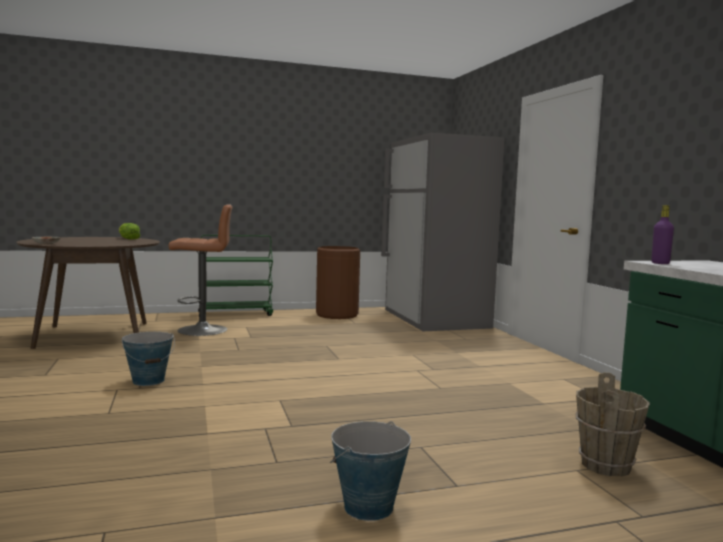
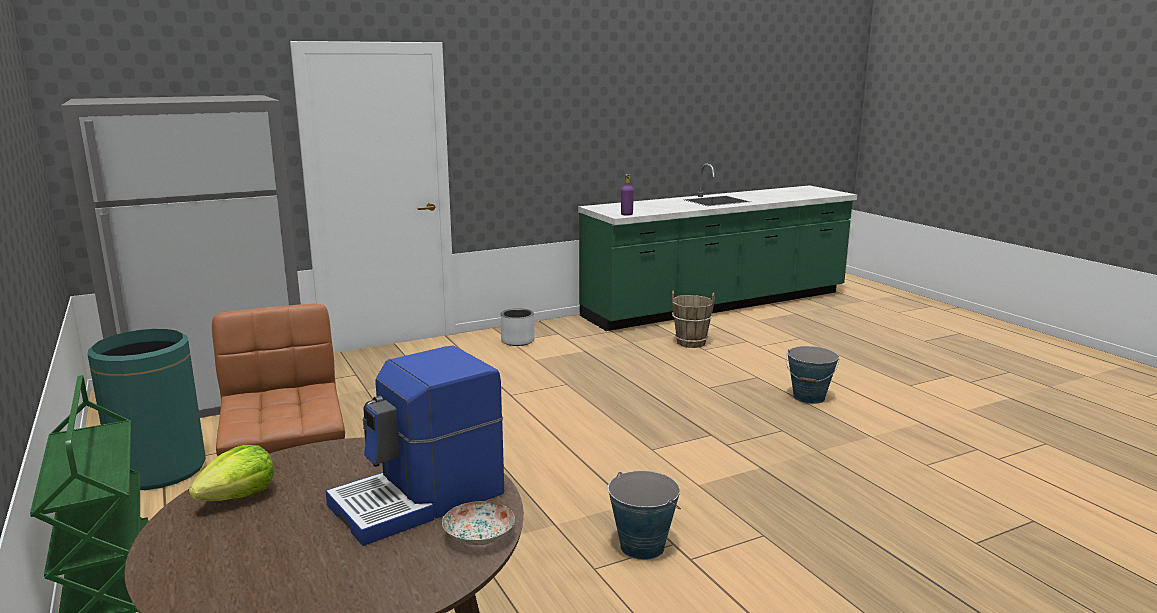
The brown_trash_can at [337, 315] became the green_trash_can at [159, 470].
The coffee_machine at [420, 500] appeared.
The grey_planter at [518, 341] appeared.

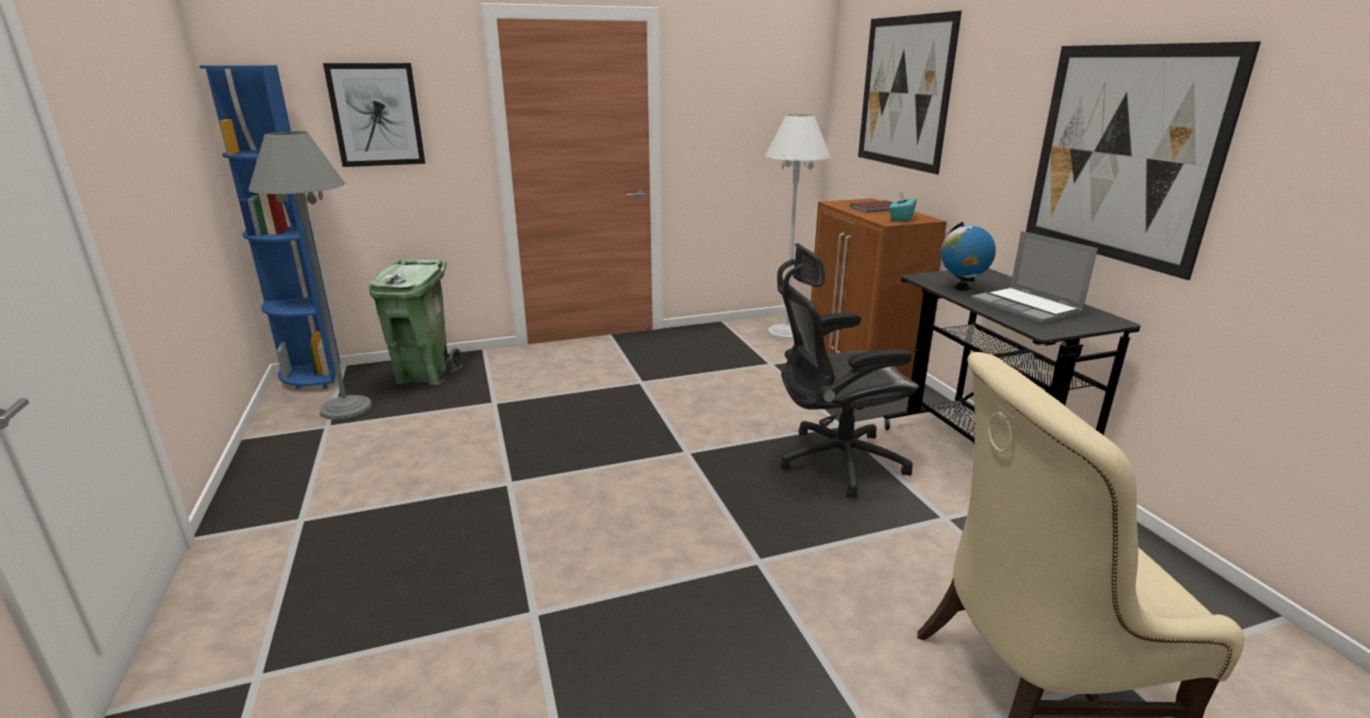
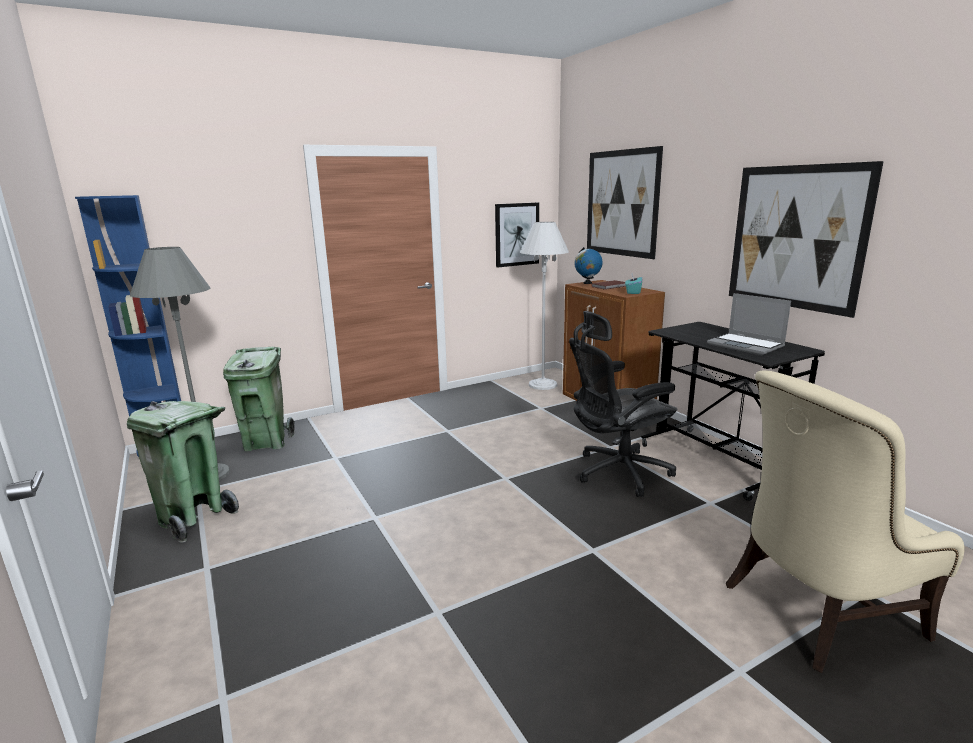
The picture moved from [376, 115] to [516, 234].
The globe moved from [961, 288] to [587, 283].
The green_trash_can at [194, 518] appeared.

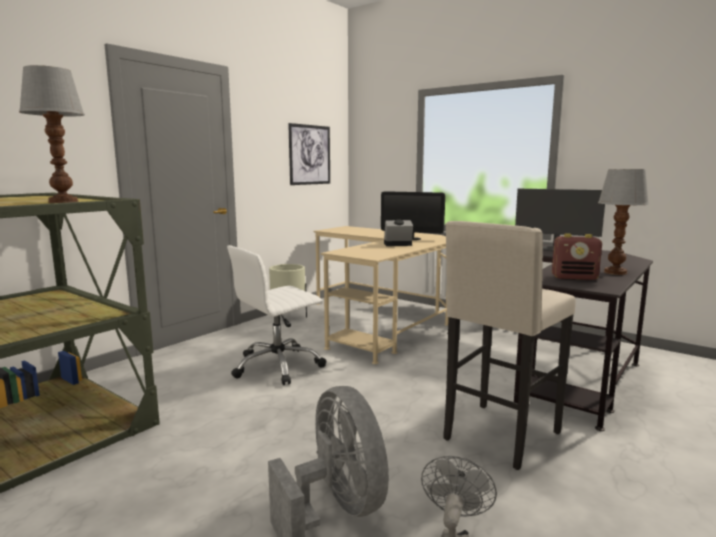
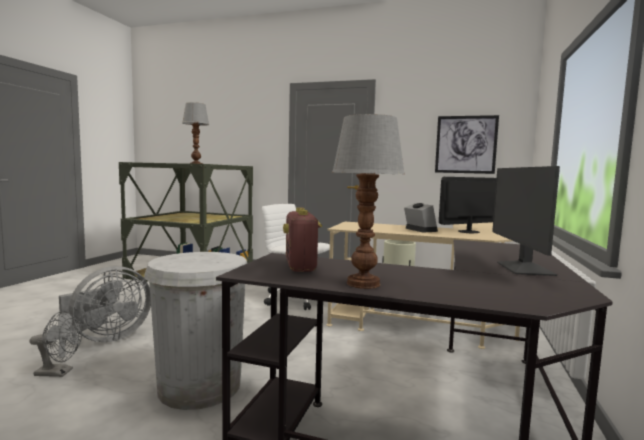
The monitor at [412, 238] turned 60 degrees clockwise.
The beige_stool at [499, 436] was replaced by the white_trash_can at [199, 386].

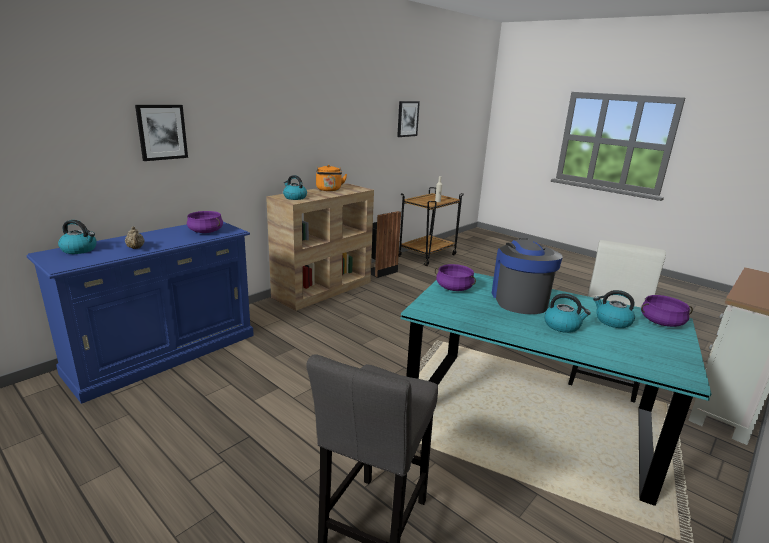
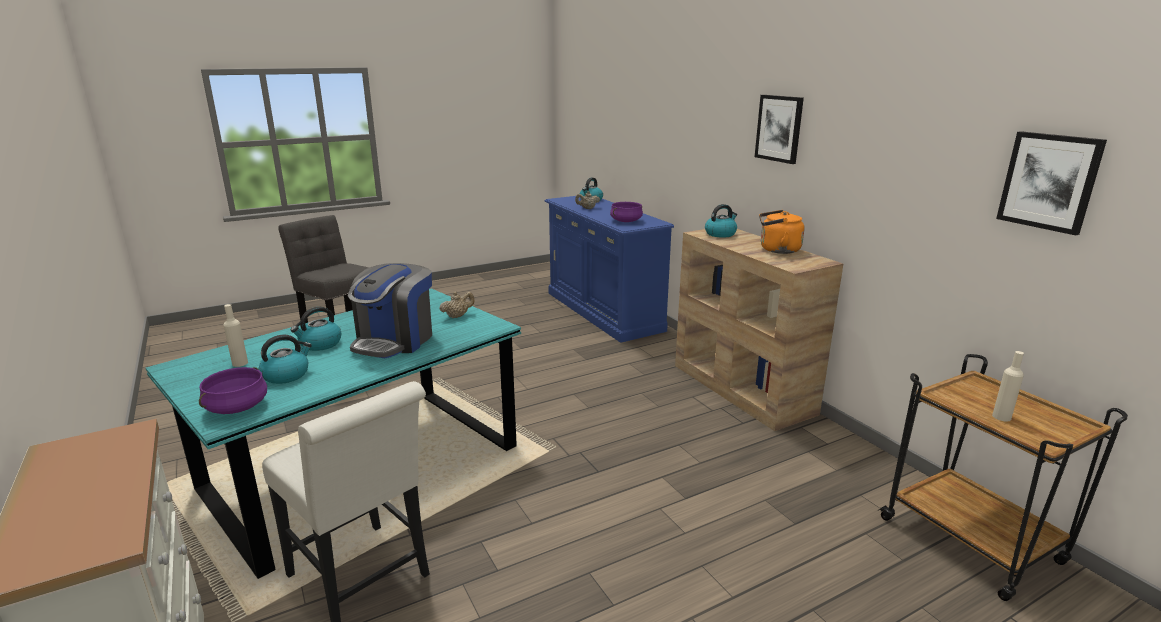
The picture moved from [162, 132] to [779, 128].
The black_trash_can at [378, 270] disappeared.
The purple_cooking_pot at [454, 288] was replaced by the beige_teapot at [457, 316].
The coffee_machine at [519, 300] turned 90 degrees clockwise.
The beige_bottle at [240, 363] appeared.

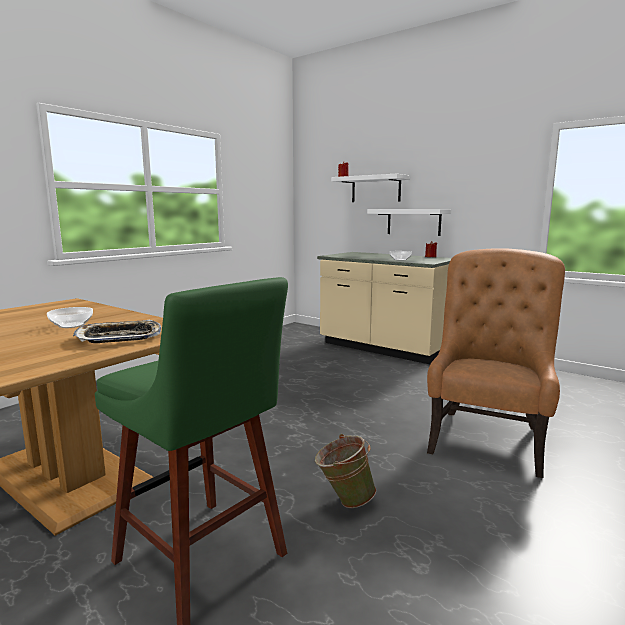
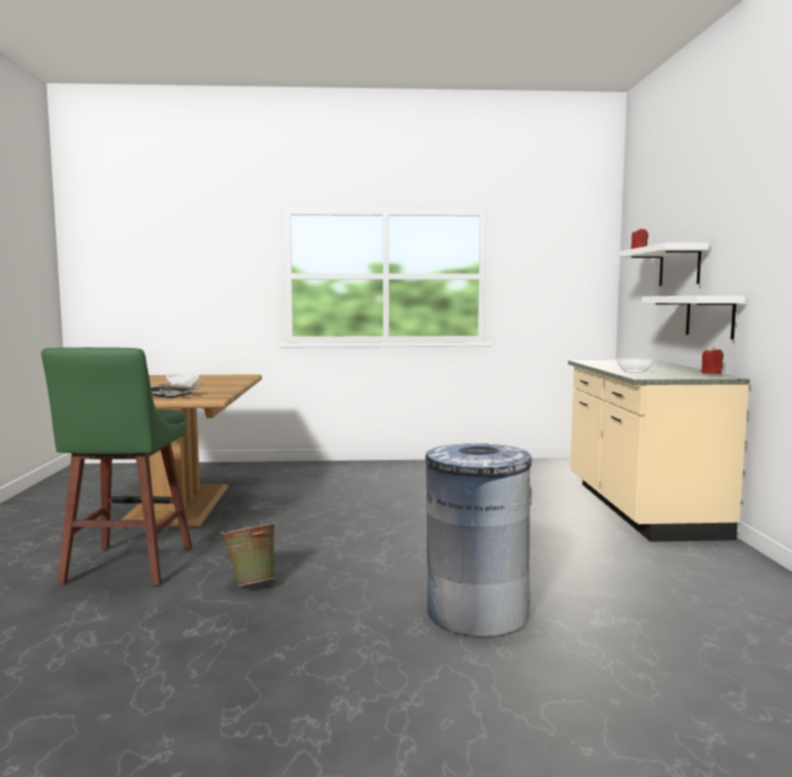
The brown_chair at [487, 440] was replaced by the grey_trash_can at [476, 613].

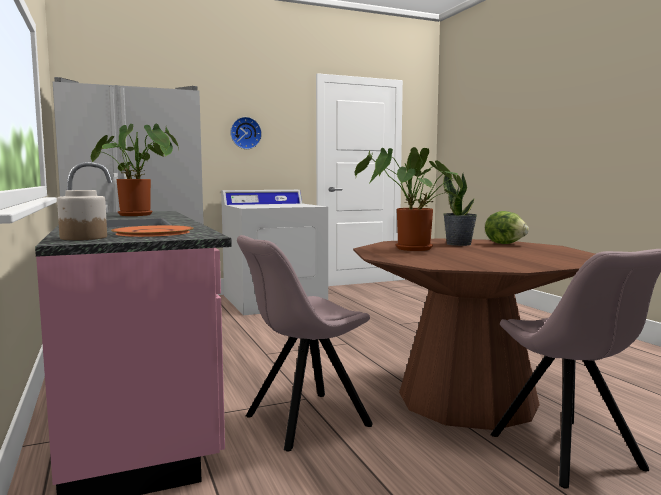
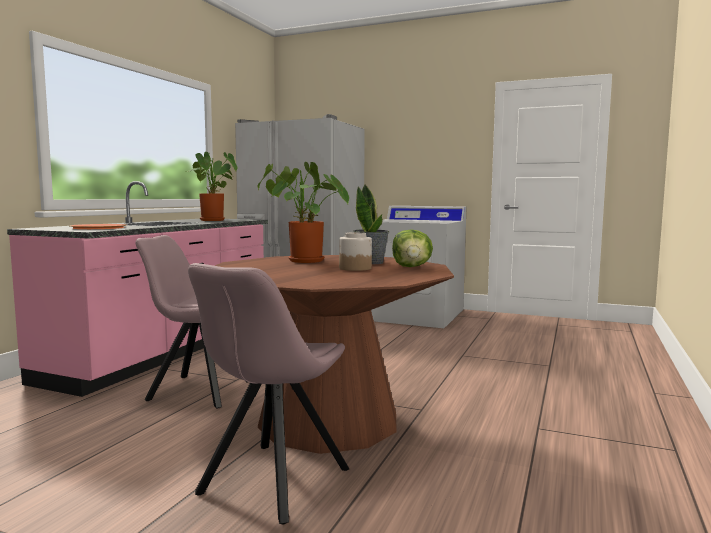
The jar moved from [83, 238] to [355, 268].
The wall_clock at [245, 133] disappeared.

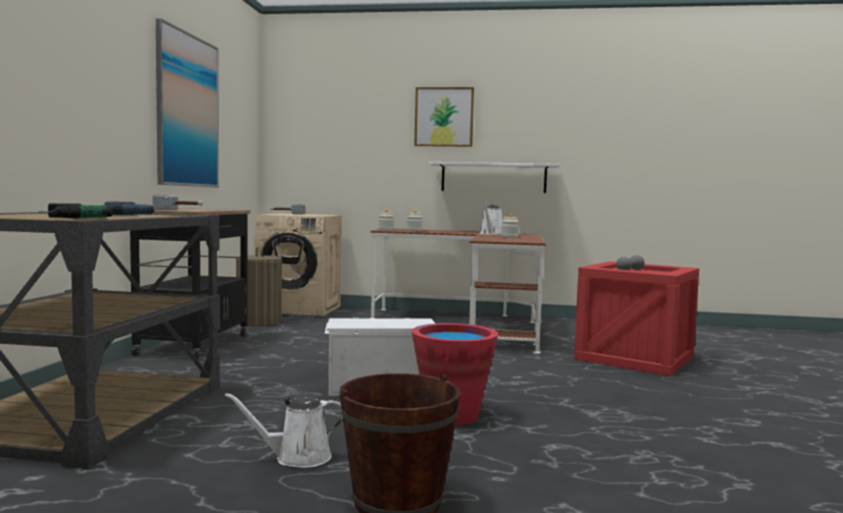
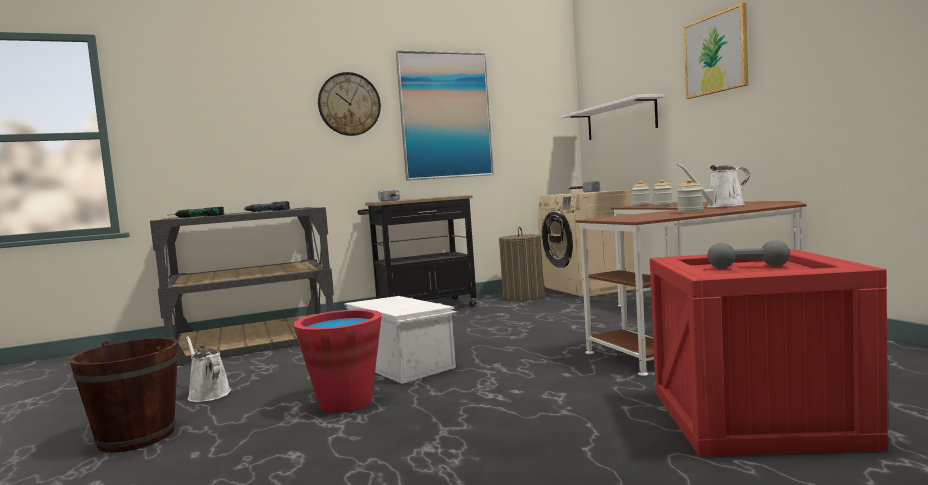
The white_shelf moved from [493, 178] to [620, 120].
The wall_clock at [349, 104] appeared.

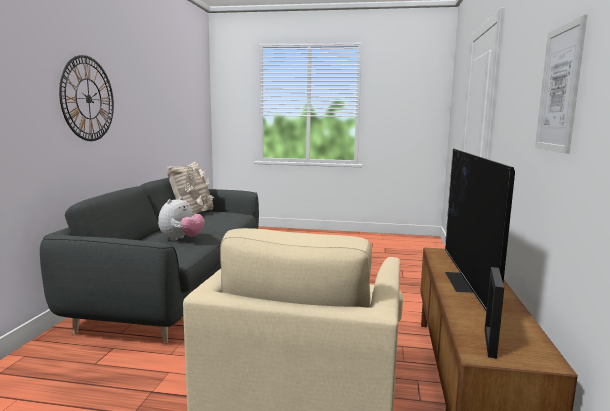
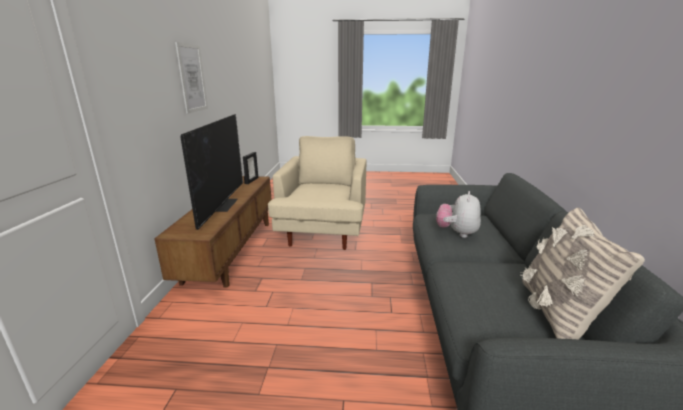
The wall_clock at [88, 99] disappeared.

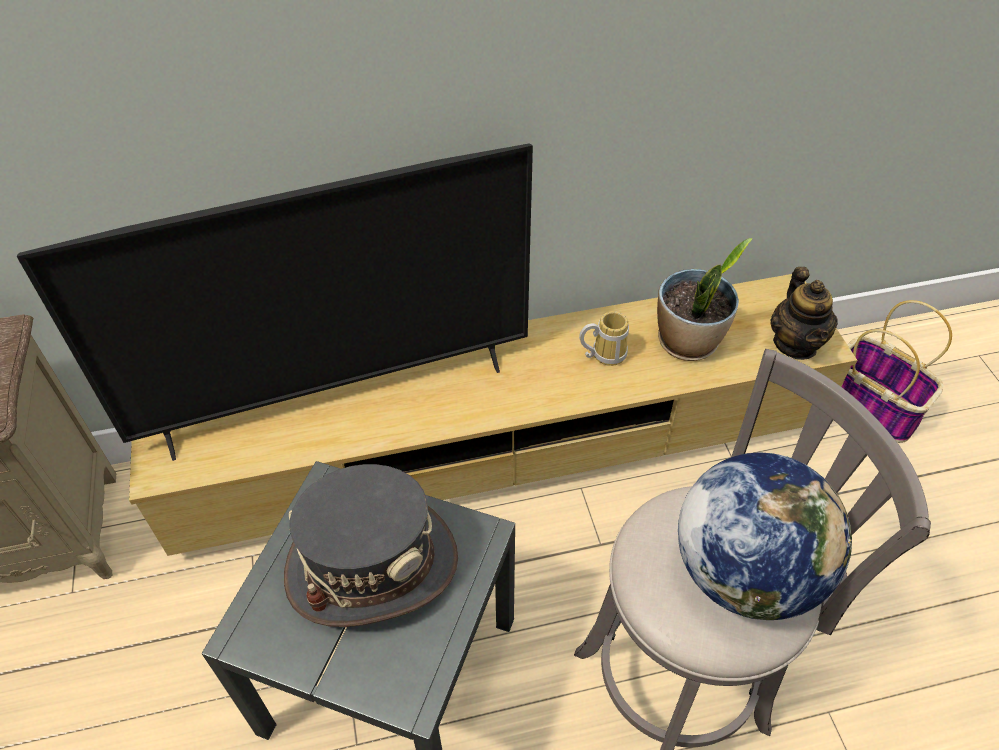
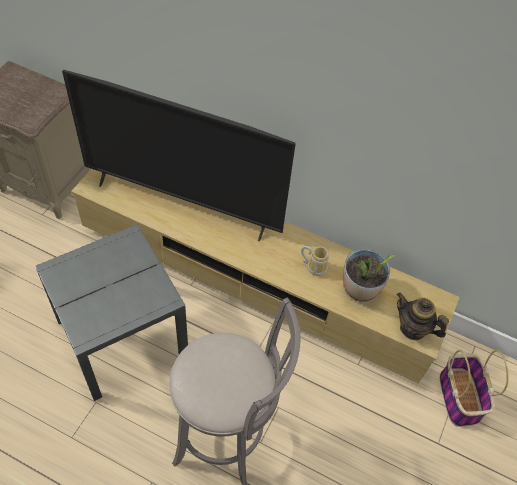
The grey_hat at [372, 565] disappeared.
The globe at [745, 572] disappeared.
The teapot at [795, 343] turned 90 degrees clockwise.

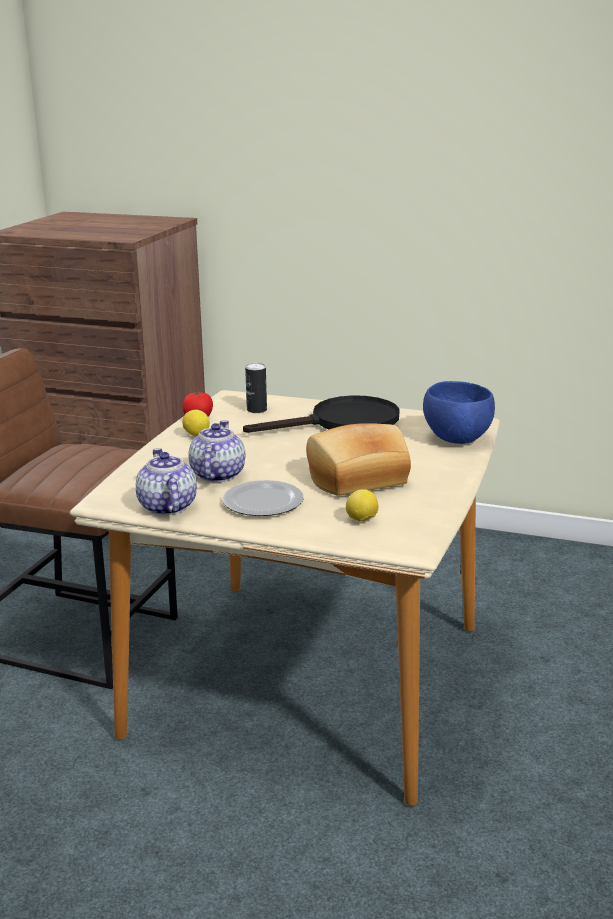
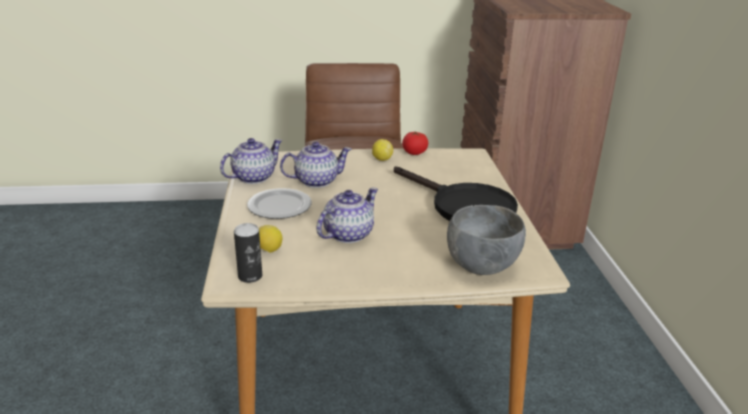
The can moved from [256, 410] to [250, 276].
The bread at [358, 479] was replaced by the teapot at [347, 234].
The blue_bowl at [456, 439] became the grey_bowl at [481, 266].

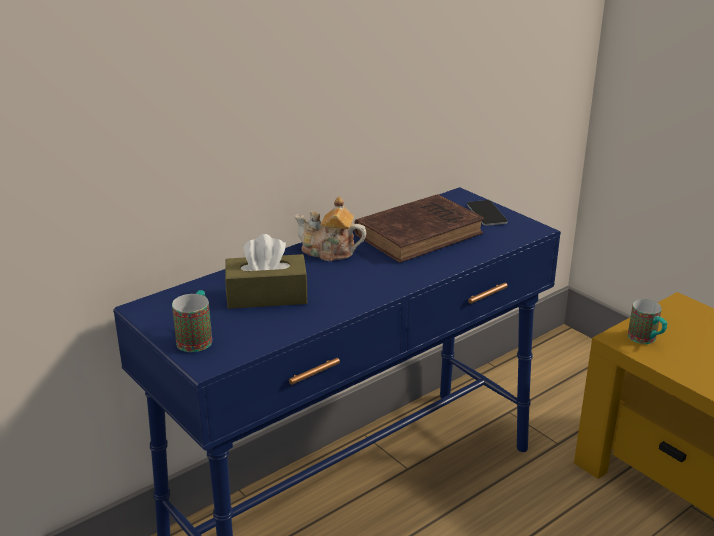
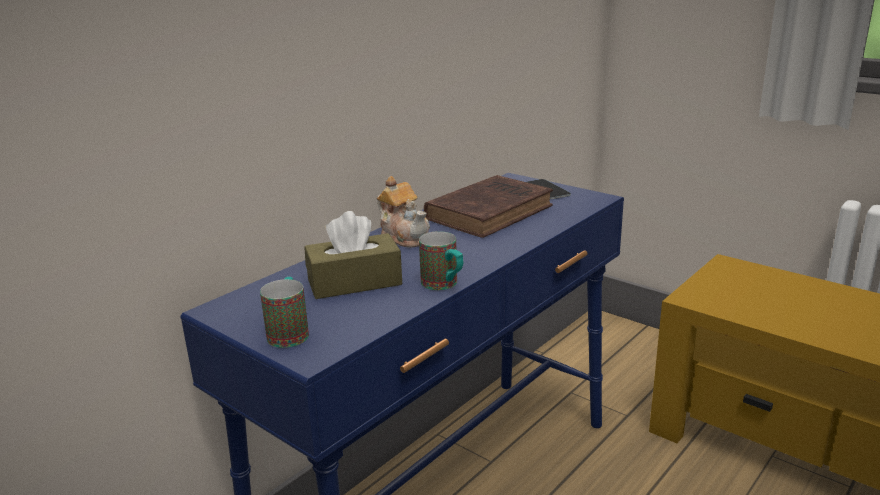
The teapot at [329, 252] turned 135 degrees counterclockwise.
The mug moved from [646, 340] to [444, 285].

